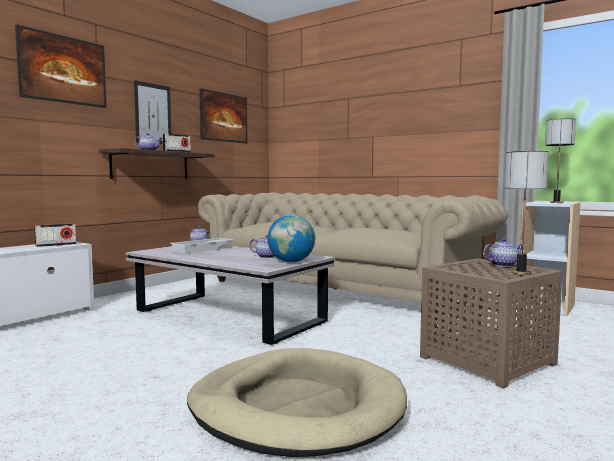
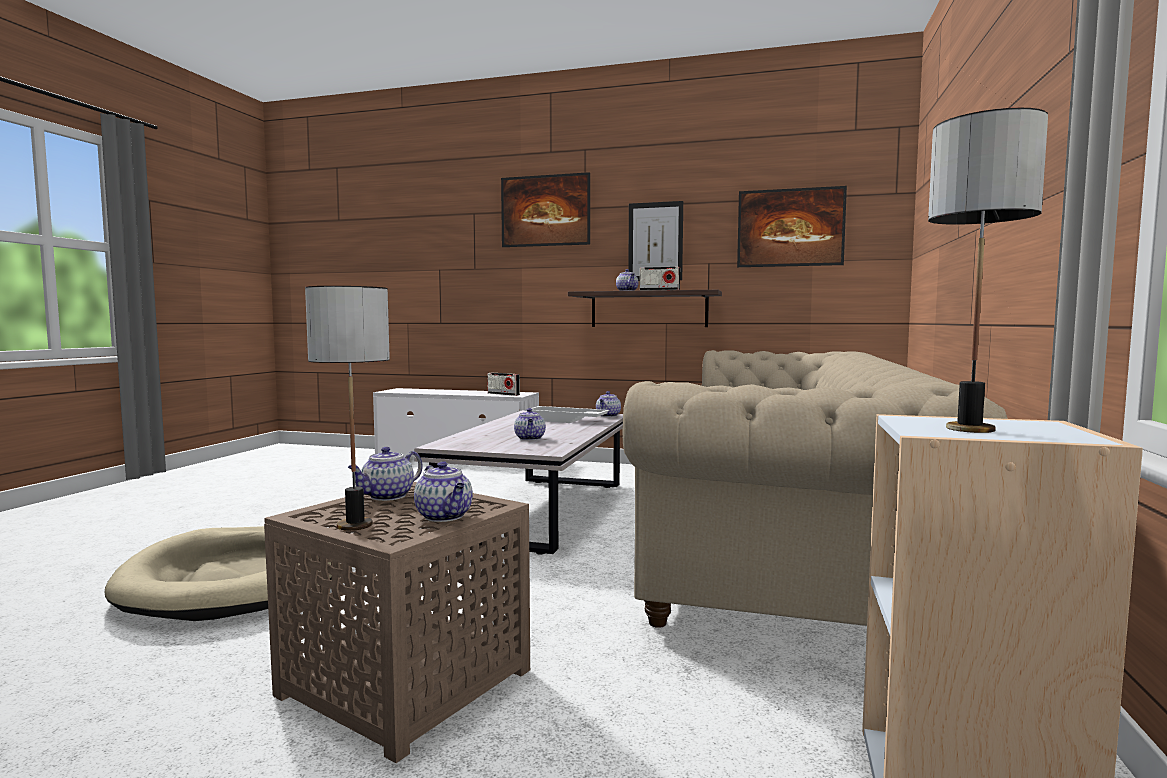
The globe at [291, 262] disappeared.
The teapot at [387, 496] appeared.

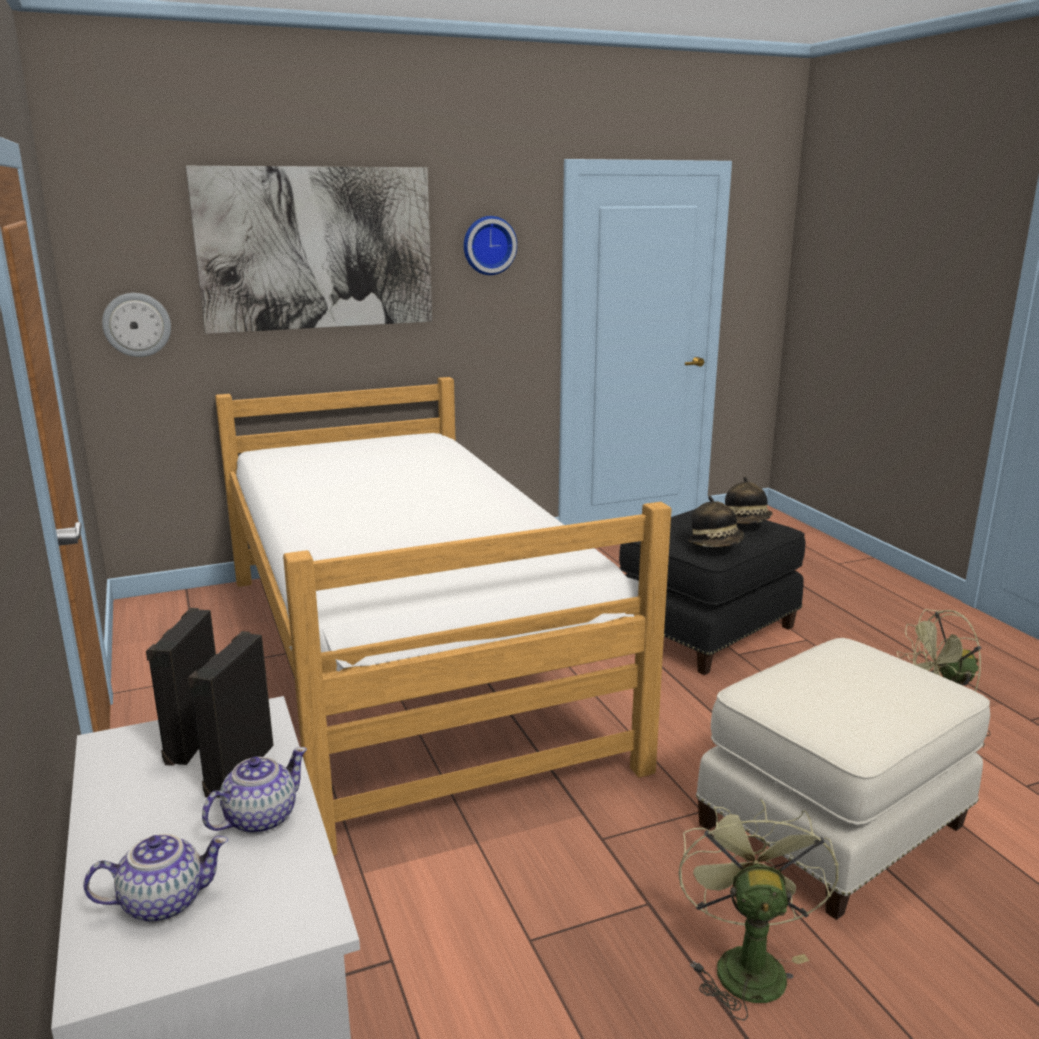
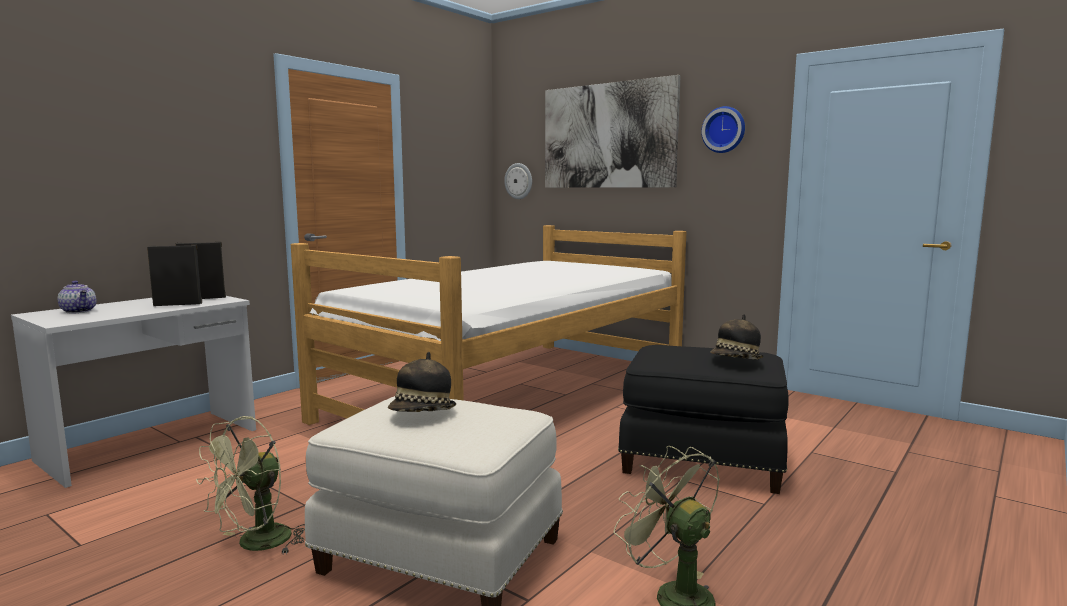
The teapot at [259, 818] disappeared.
The green_fan at [745, 962] turned 150 degrees clockwise.
The hat moved from [716, 544] to [422, 413].

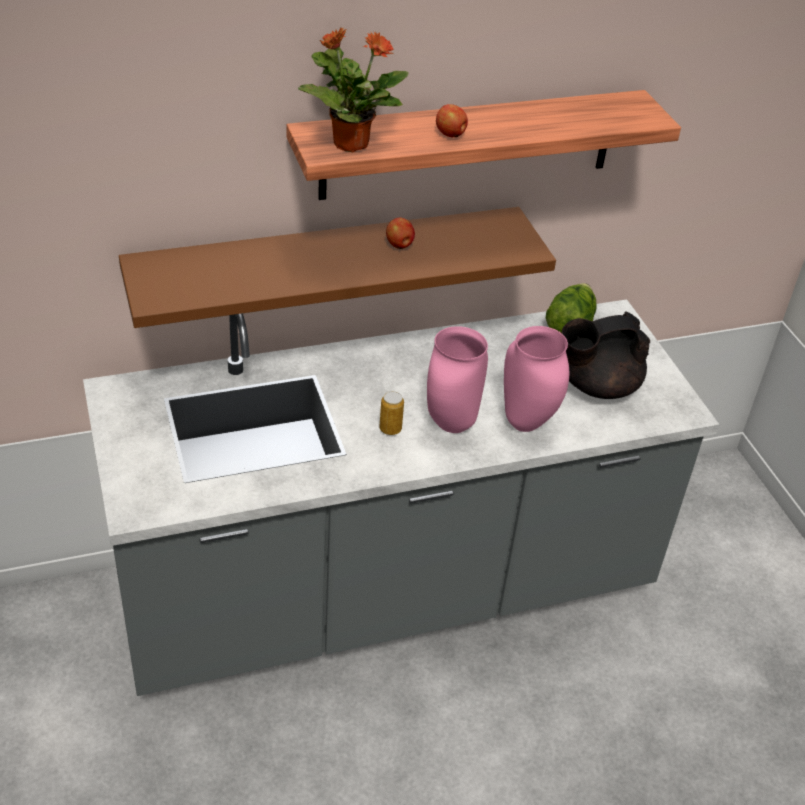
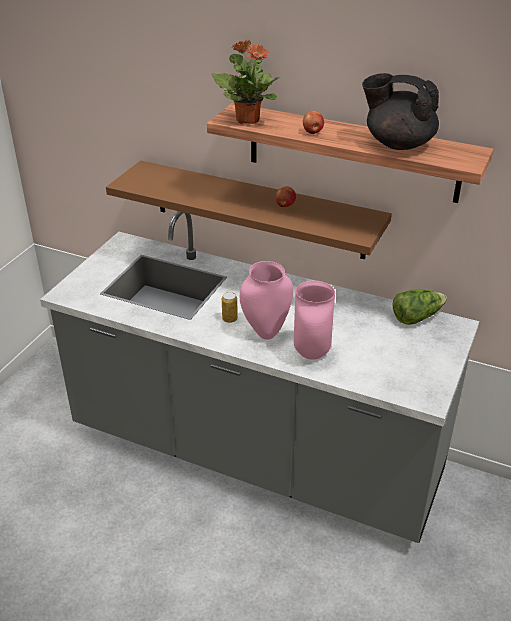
The black_teapot moved from [596, 385] to [398, 144].

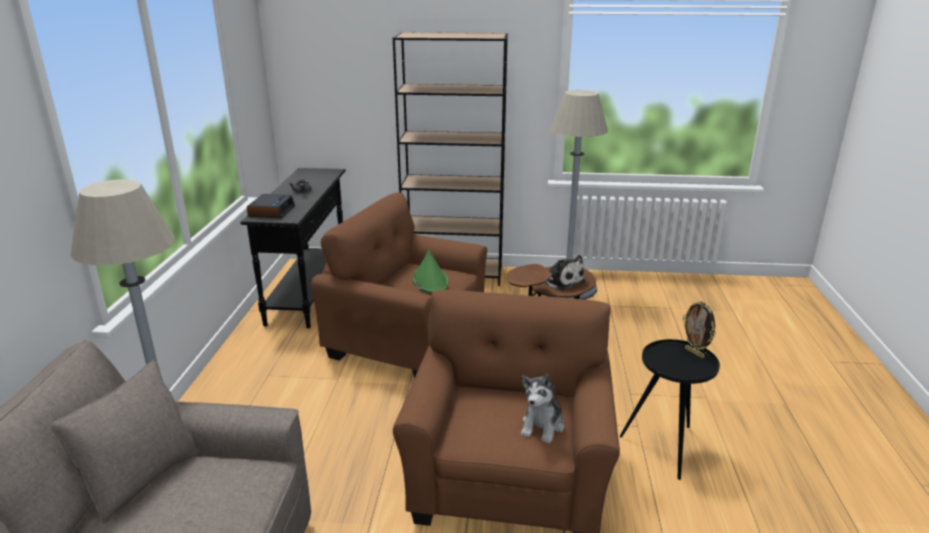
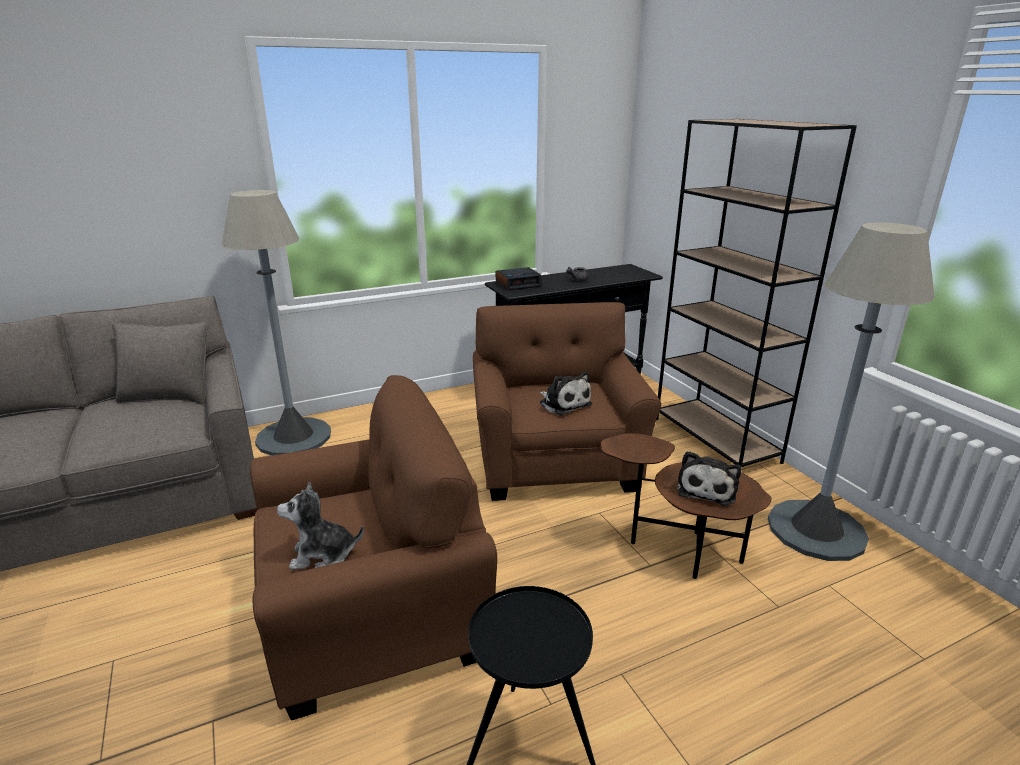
The green_hat at [430, 281] was replaced by the plush_toy at [563, 403].
The picture_frame at [695, 353] disappeared.

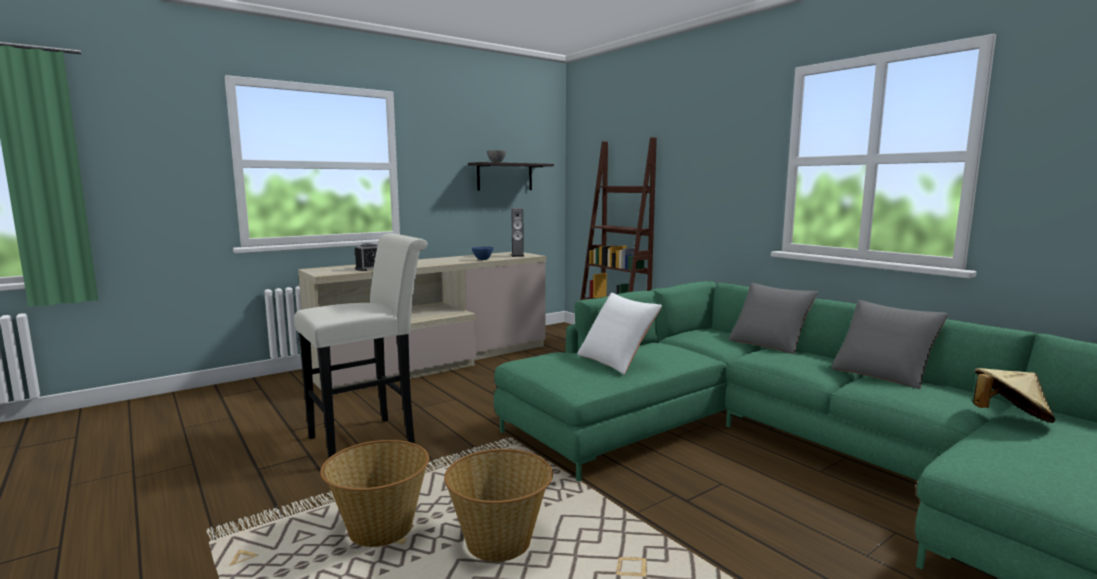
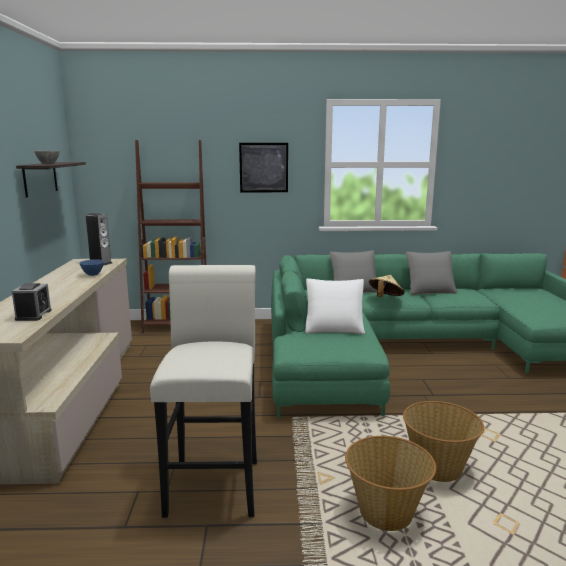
The beige_hat moved from [1008, 417] to [385, 298].
The picture at [263, 167] appeared.

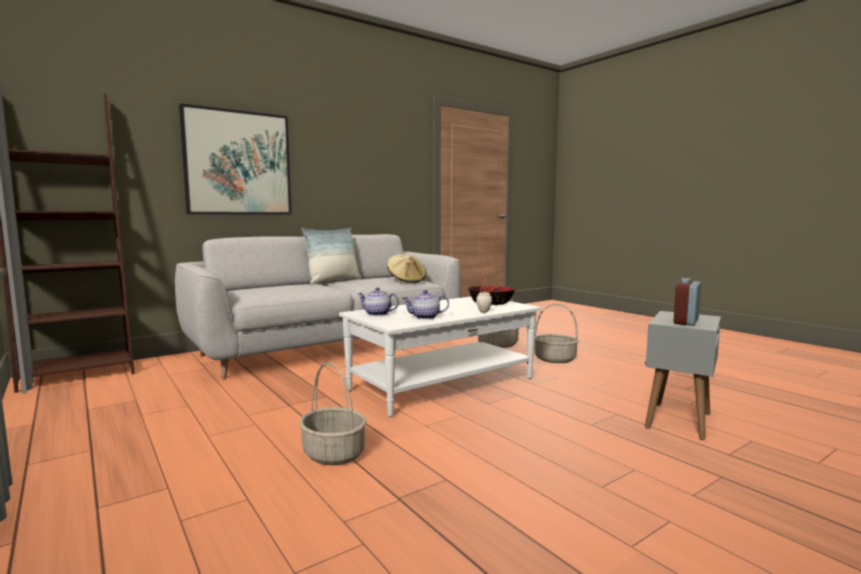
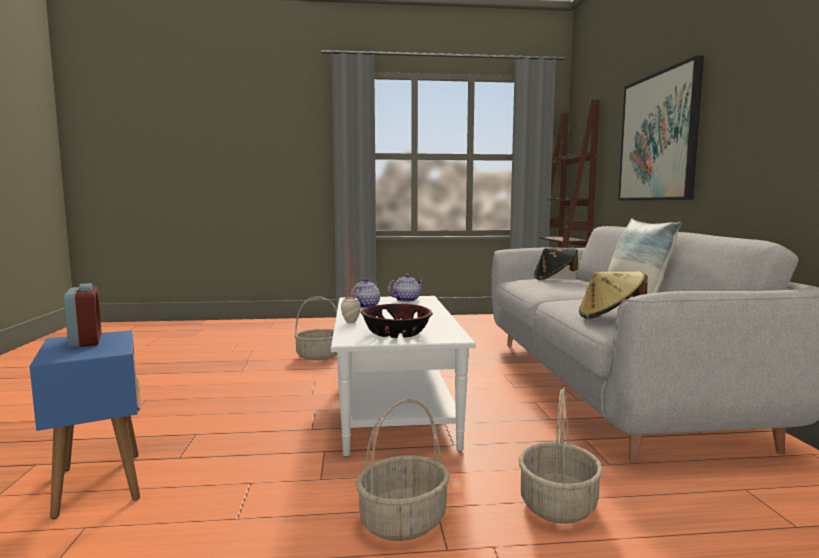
The grey_side_table at [678, 420] became the blue_side_table at [99, 483].
The black_hat at [554, 278] appeared.

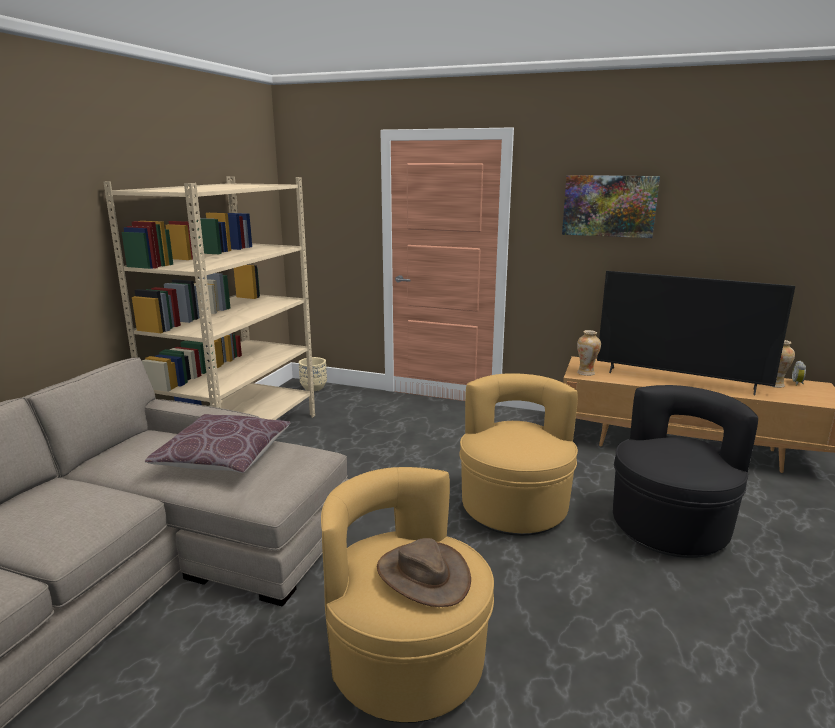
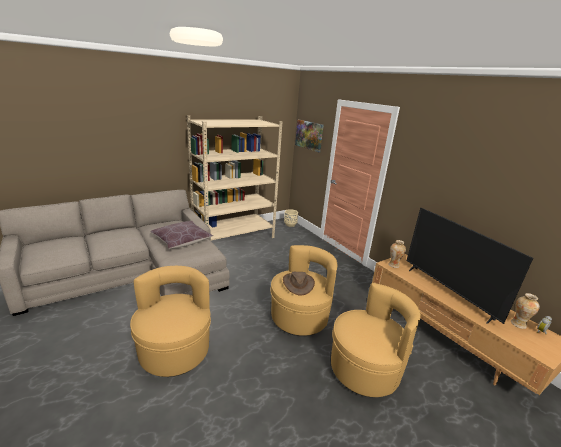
The brown_hat moved from [423, 575] to [298, 284].
The picture moved from [609, 206] to [309, 135].
The black_armchair at [669, 527] became the beige_armchair at [363, 370].

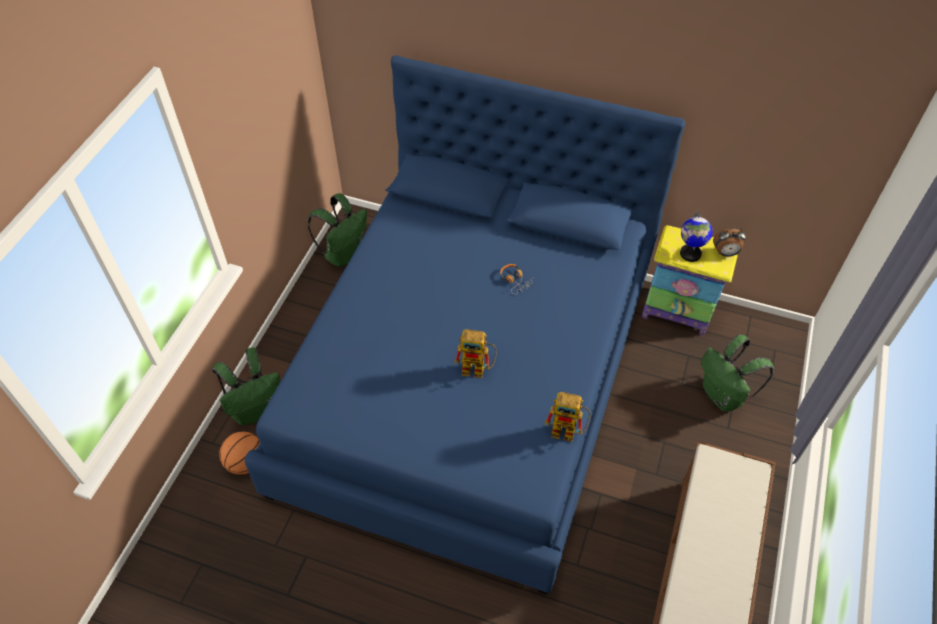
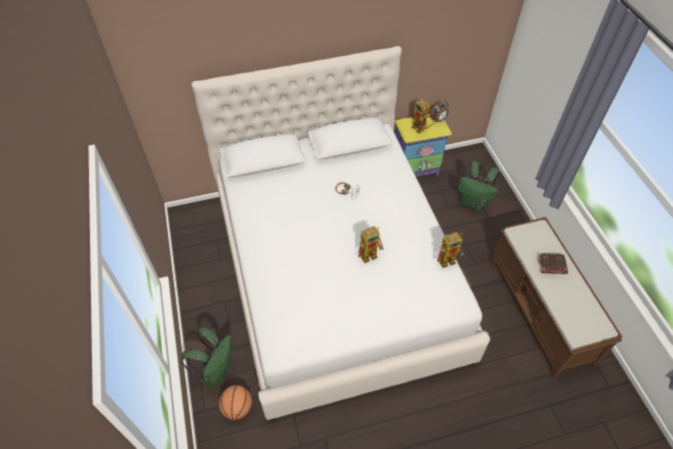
The blue_bed at [469, 382] became the white_bed at [336, 273].
The green_backpack at [344, 254] disappeared.
The globe at [690, 254] was replaced by the toy_robot at [421, 129].
The brown_book at [551, 265] appeared.

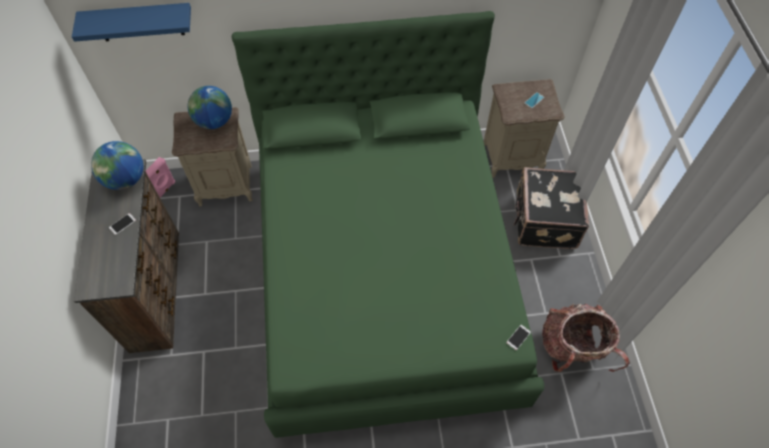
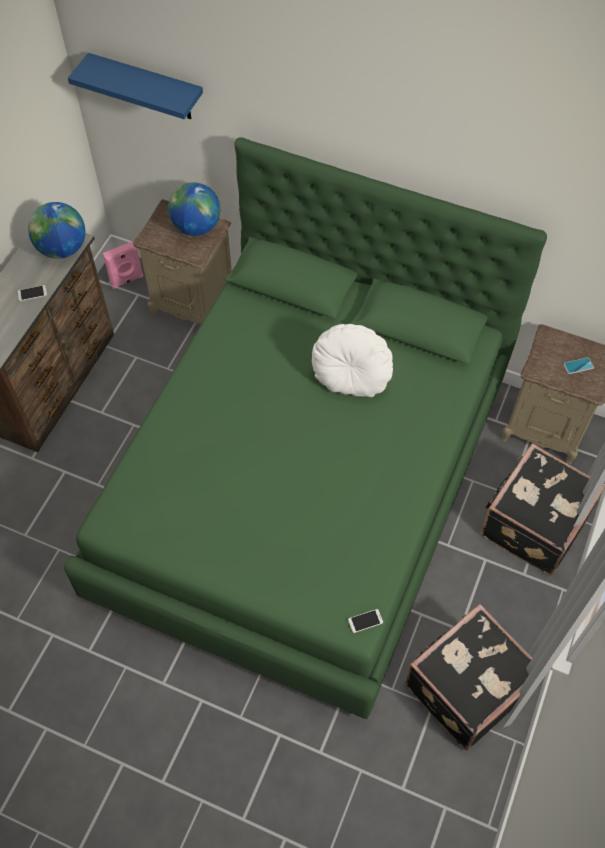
The backpack at [572, 348] was replaced by the black_suitcase at [465, 686].
The white_pillow at [351, 382] appeared.

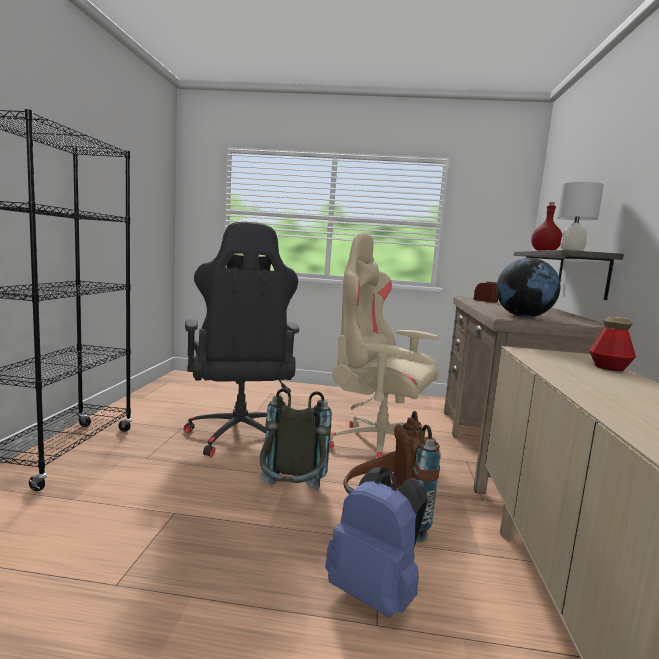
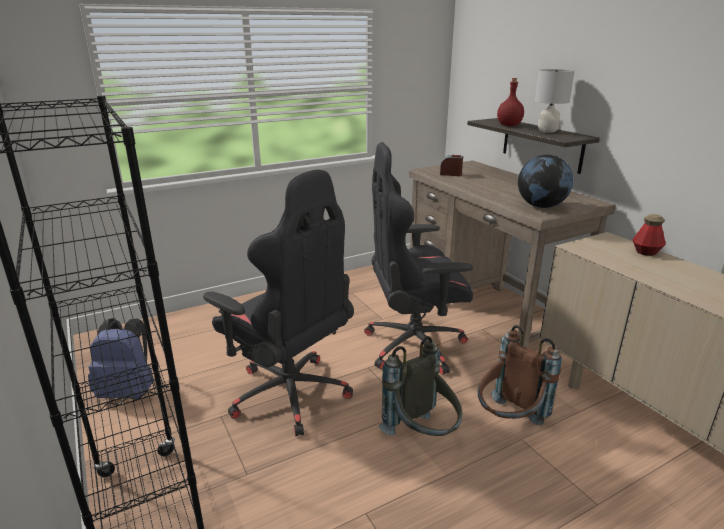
The blue_backpack moved from [375, 593] to [129, 391].
The beige_office_chair at [381, 447] became the black_office_chair at [415, 345].

